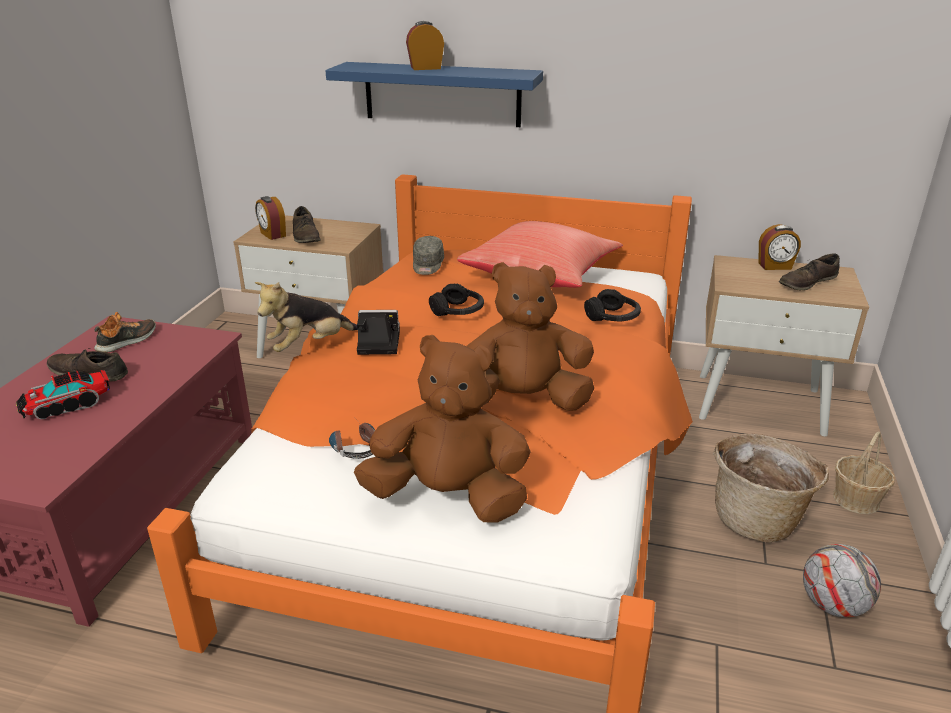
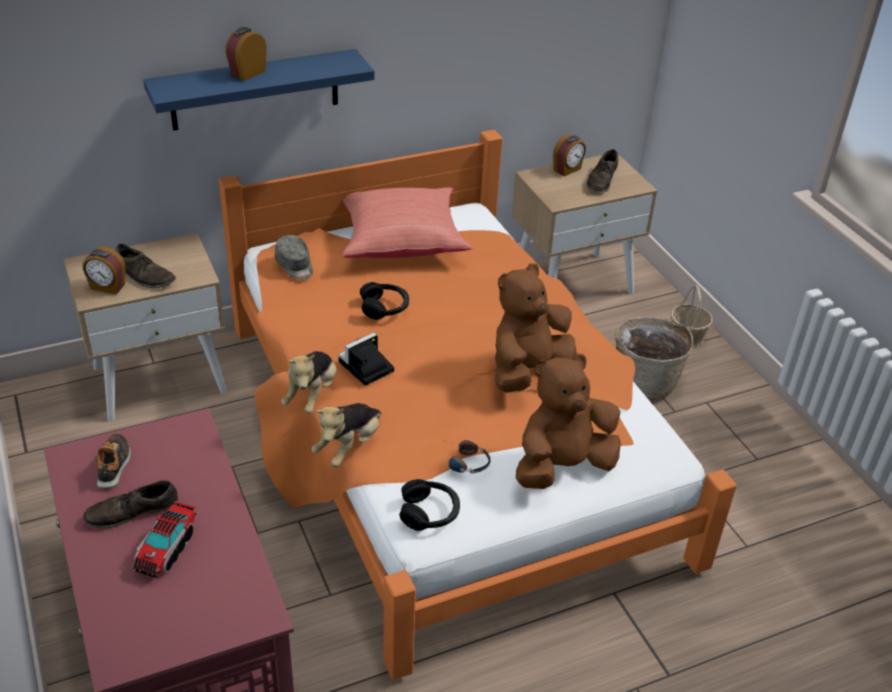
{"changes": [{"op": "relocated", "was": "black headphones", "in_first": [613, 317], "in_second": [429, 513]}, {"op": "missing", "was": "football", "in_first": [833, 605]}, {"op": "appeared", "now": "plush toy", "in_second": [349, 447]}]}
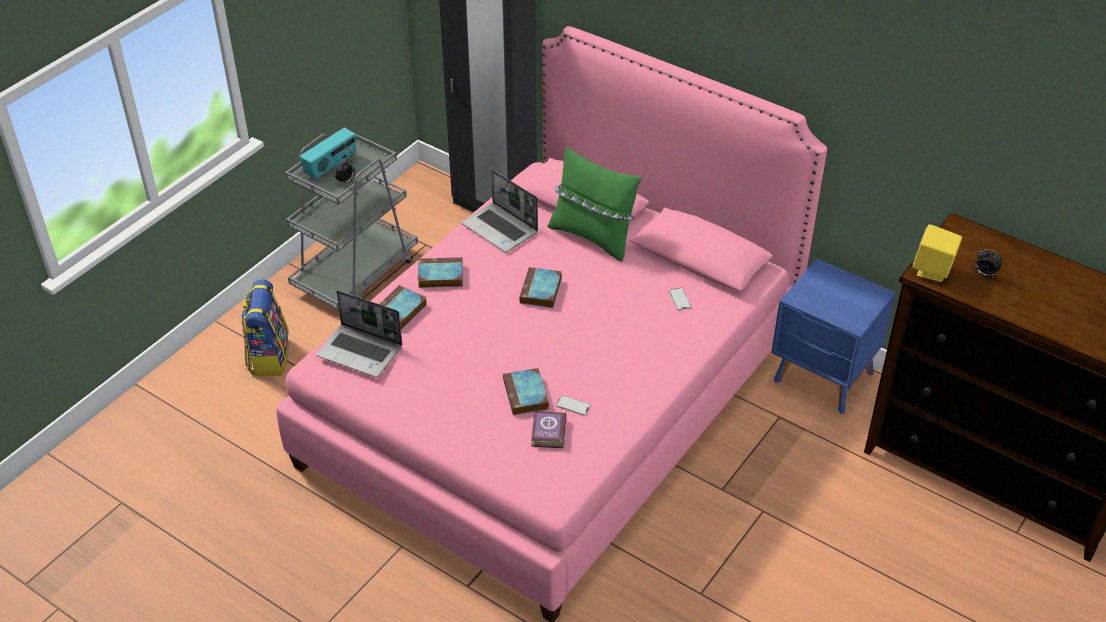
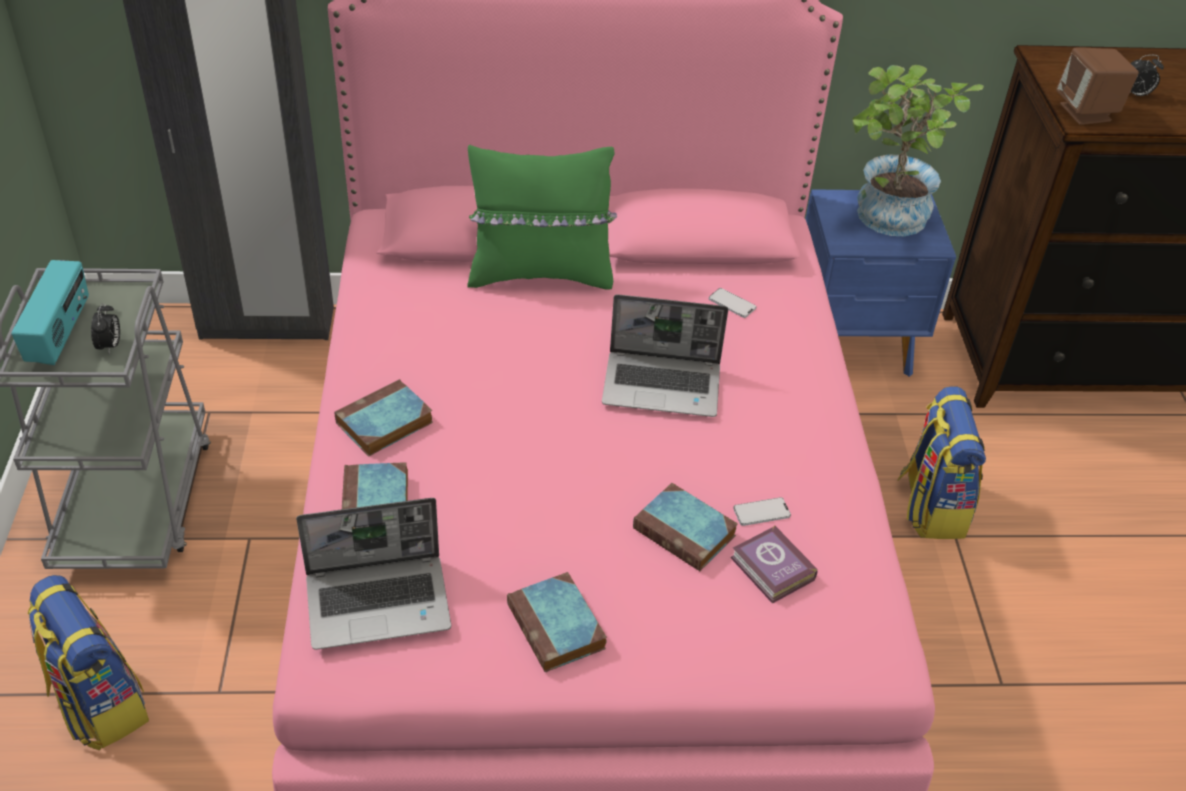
{"changes": [{"op": "relocated", "was": "laptop", "in_first": [501, 229], "in_second": [663, 385]}, {"op": "colour", "was": "yellow speaker", "now": "brown speaker", "in_first": [932, 270], "in_second": [1086, 112]}, {"op": "relocated", "was": "book", "in_first": [541, 291], "in_second": [557, 628]}, {"op": "appeared", "now": "potted plant", "in_second": [884, 220]}, {"op": "appeared", "now": "backpack", "in_second": [930, 506]}]}
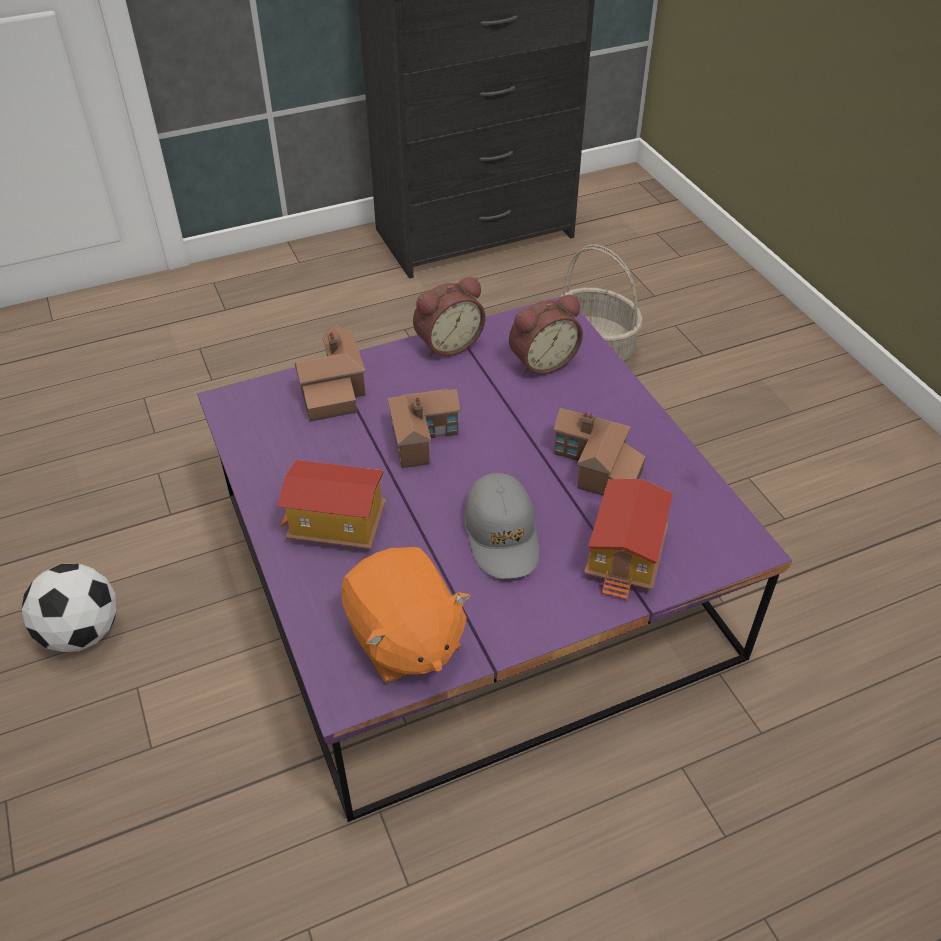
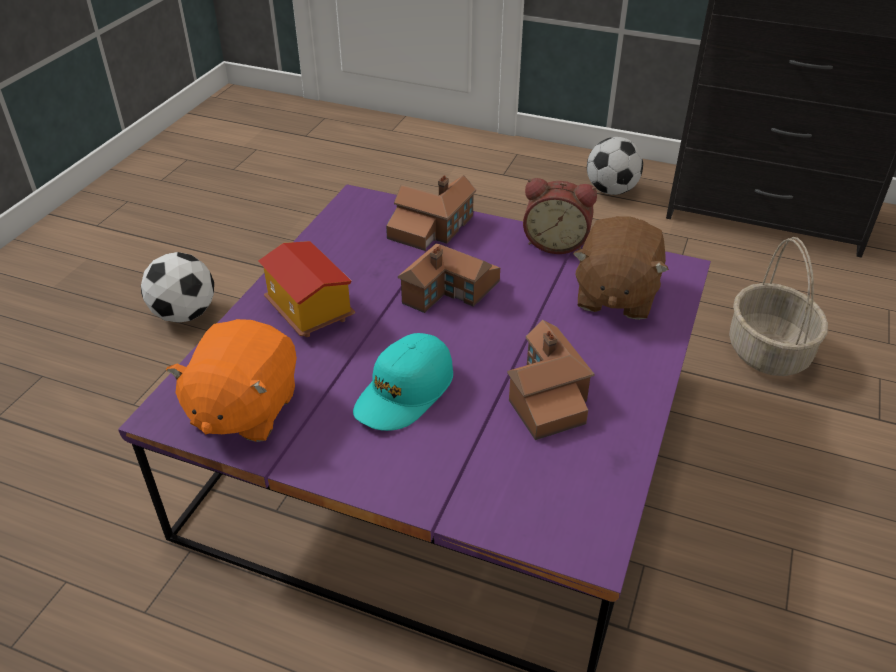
{"changes": [{"op": "exchanged", "was": "alarm clock", "now": "brown plush toy", "in_first": [541, 361], "in_second": [614, 295]}, {"op": "colour", "was": "grey cap", "now": "turquoise cap", "in_first": [502, 535], "in_second": [404, 392]}, {"op": "missing", "was": "toy house", "in_first": [626, 556]}, {"op": "appeared", "now": "football", "in_second": [611, 190]}]}
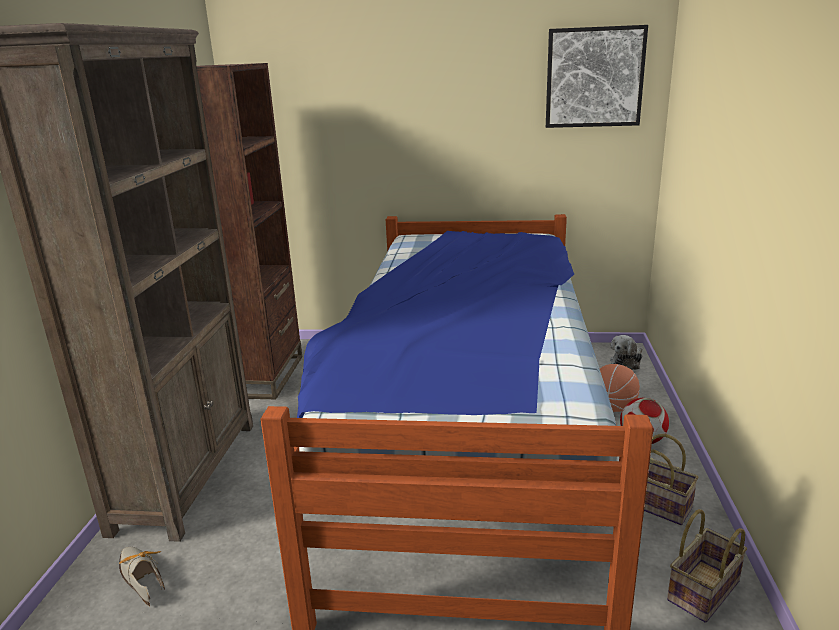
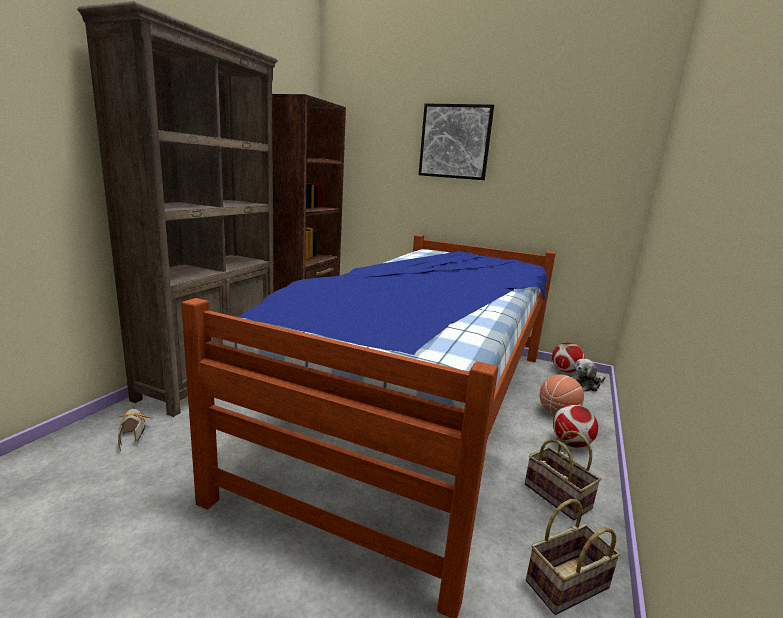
{"changes": [{"op": "relocated", "was": "picture", "in_first": [594, 77], "in_second": [455, 142]}, {"op": "appeared", "now": "football", "in_second": [565, 371]}]}
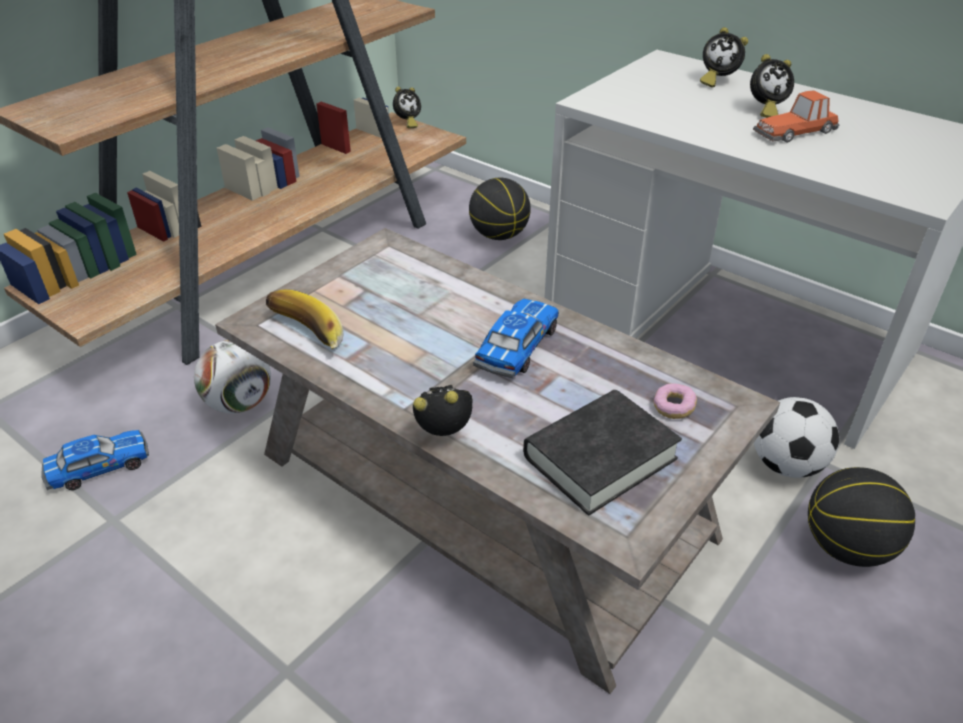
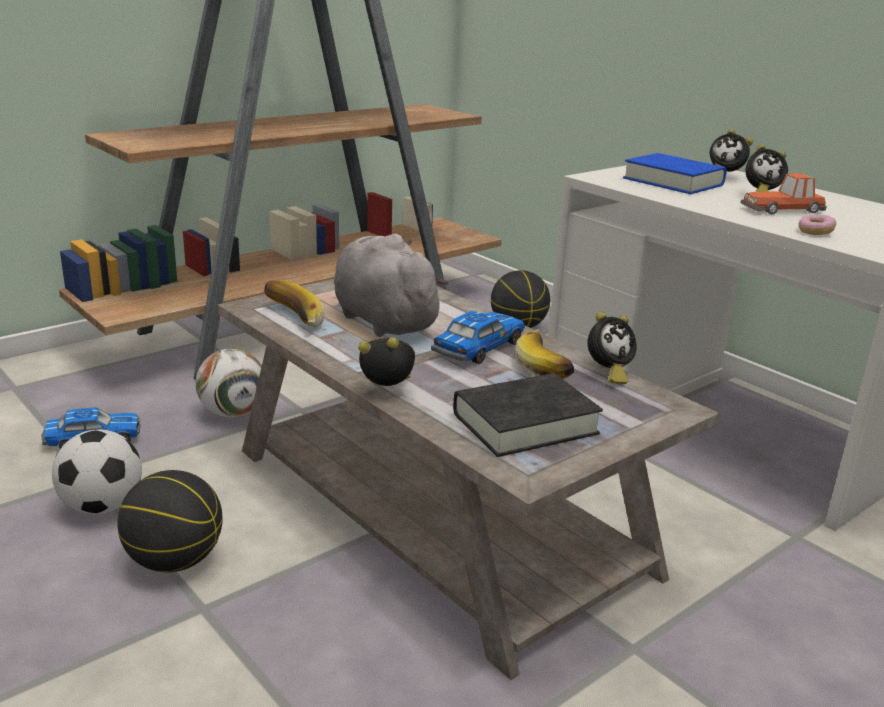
{"changes": [{"op": "relocated", "was": "alarm clock", "in_first": [407, 123], "in_second": [607, 374]}, {"op": "relocated", "was": "donut", "in_first": [673, 408], "in_second": [815, 232]}, {"op": "relocated", "was": "football", "in_first": [785, 465], "in_second": [101, 506]}, {"op": "relocated", "was": "basketball", "in_first": [847, 547], "in_second": [174, 561]}, {"op": "appeared", "now": "blue book", "in_second": [673, 182]}, {"op": "appeared", "now": "grey plush toy", "in_second": [382, 320]}, {"op": "appeared", "now": "banana", "in_second": [548, 368]}]}
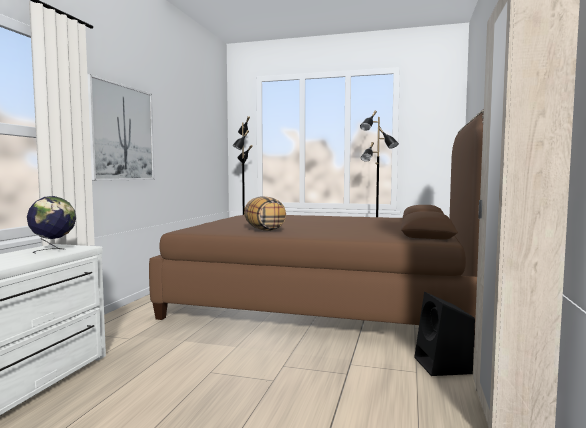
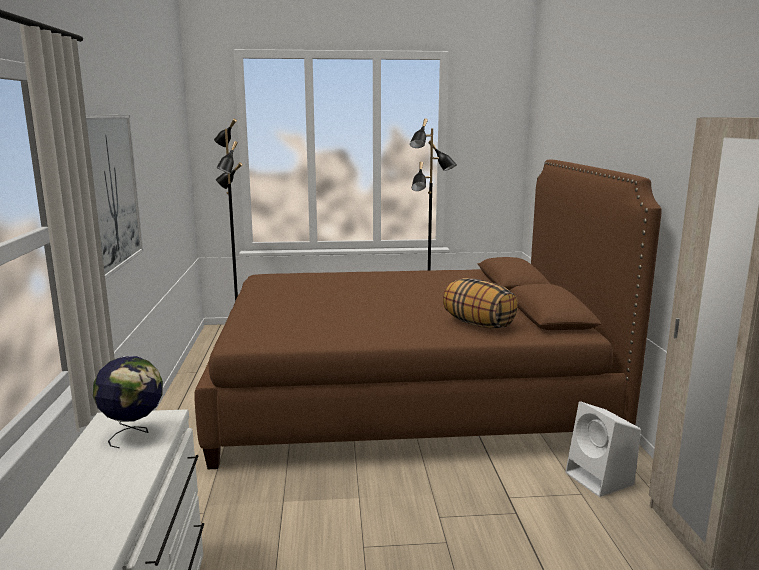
{"changes": [{"op": "relocated", "was": "pillow", "in_first": [264, 229], "in_second": [478, 324]}, {"op": "colour", "was": "black speaker", "now": "white speaker", "in_first": [443, 366], "in_second": [601, 479]}]}
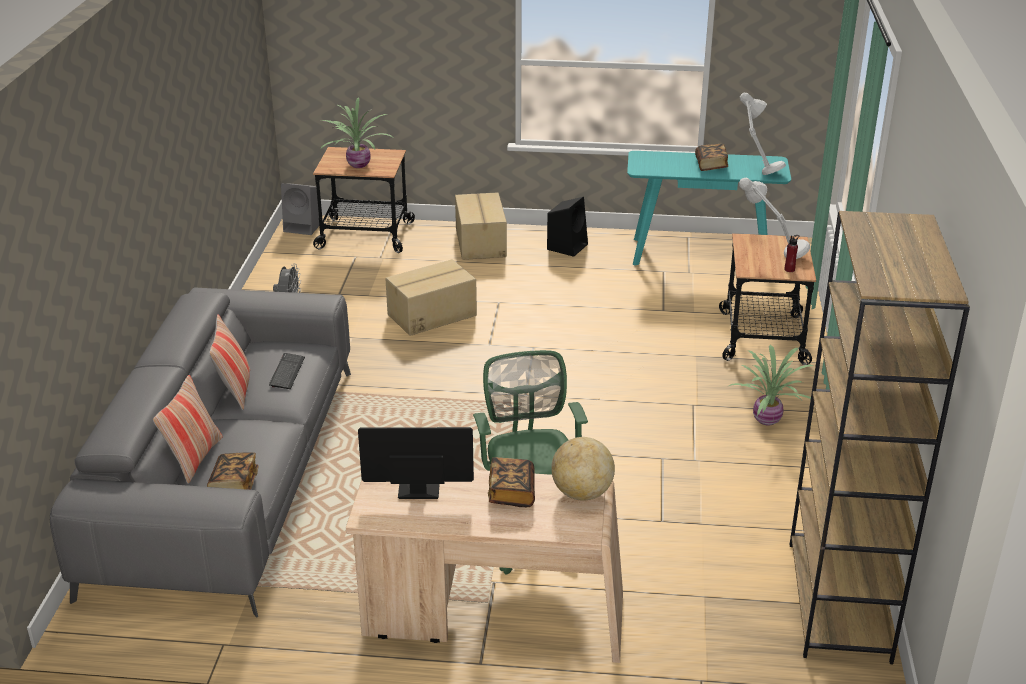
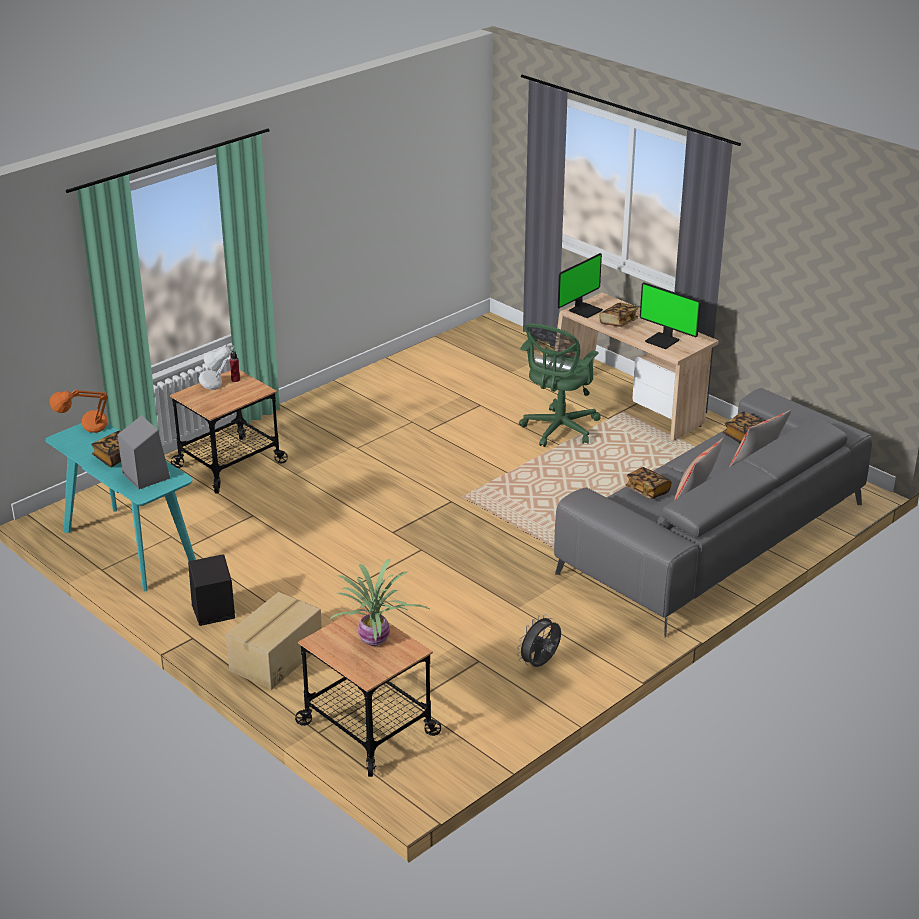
{"changes": [{"op": "colour", "was": "grey table lamp", "now": "orange table lamp", "in_first": [757, 167], "in_second": [87, 439]}, {"op": "relocated", "was": "grey speaker", "in_first": [304, 227], "in_second": [145, 476]}, {"op": "missing", "was": "brown bookcase", "in_first": [839, 602]}, {"op": "missing", "was": "cardboard box", "in_first": [431, 314]}, {"op": "missing", "was": "potted plant", "in_first": [768, 421]}, {"op": "exchanged", "was": "keyboard", "now": "book", "in_first": [287, 372], "in_second": [647, 491]}, {"op": "exchanged", "was": "globe", "now": "monitor", "in_first": [582, 493], "in_second": [584, 310]}]}
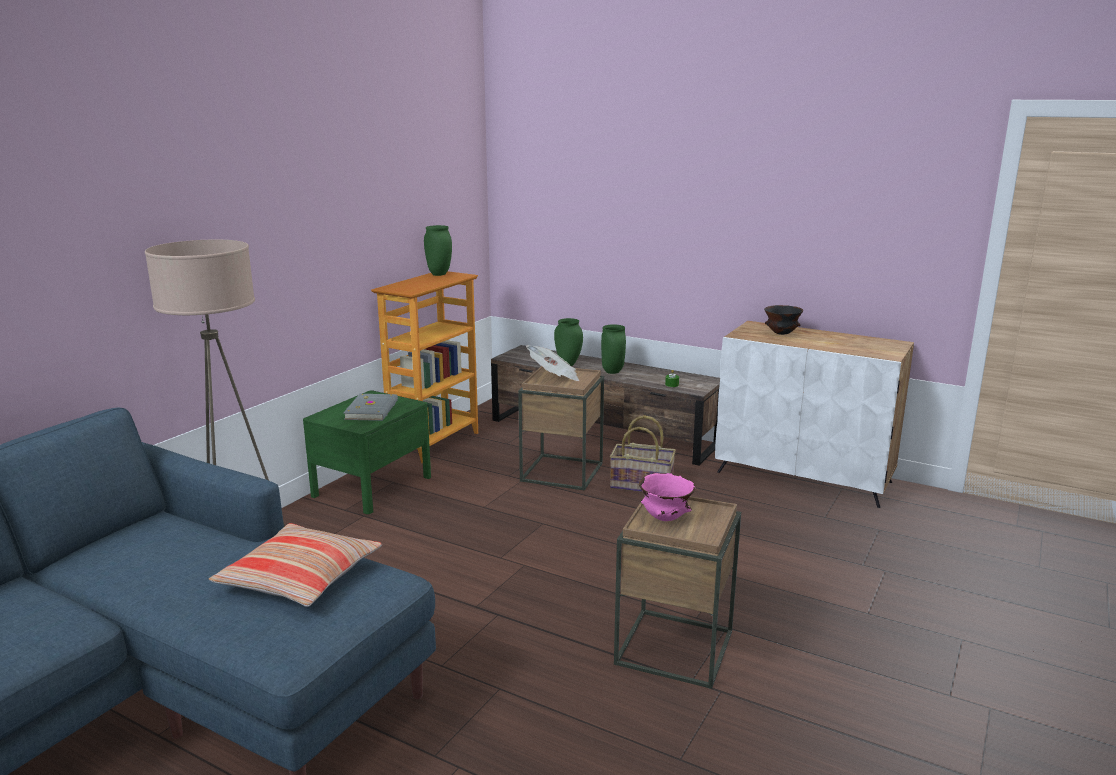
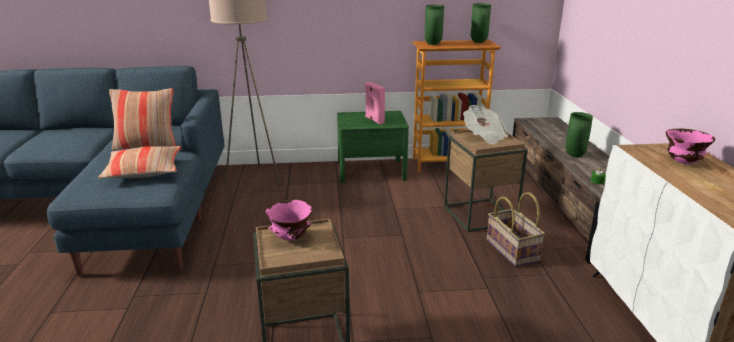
{"changes": [{"op": "colour", "was": "black bowl", "now": "pink bowl", "in_first": [781, 334], "in_second": [682, 162]}, {"op": "relocated", "was": "green vase", "in_first": [568, 364], "in_second": [433, 44]}, {"op": "exchanged", "was": "grey book", "now": "pink speaker", "in_first": [373, 410], "in_second": [374, 120]}, {"op": "appeared", "now": "pillow", "in_second": [147, 146]}]}
